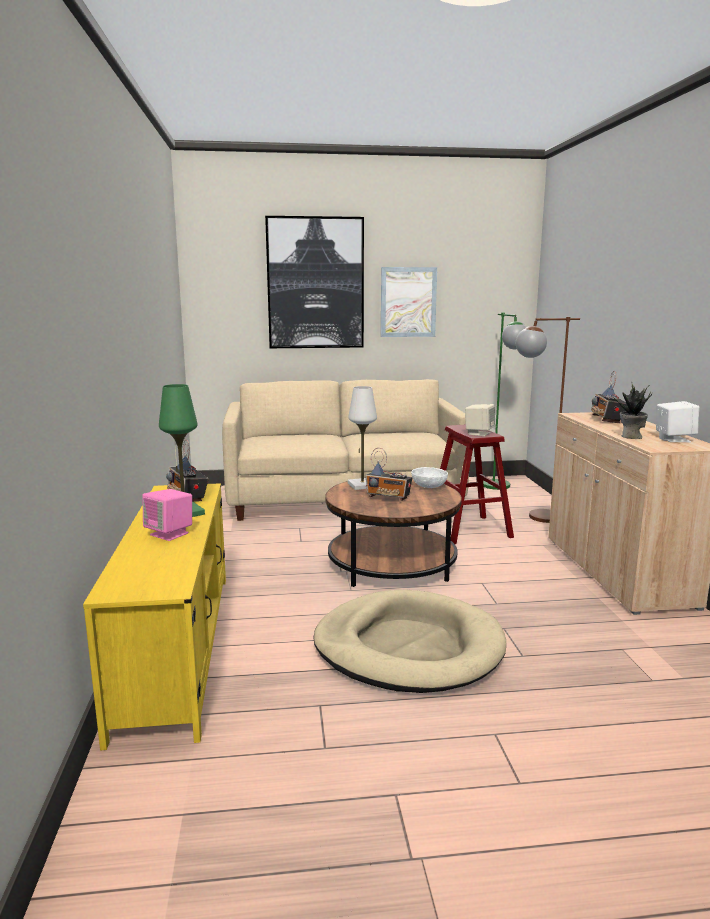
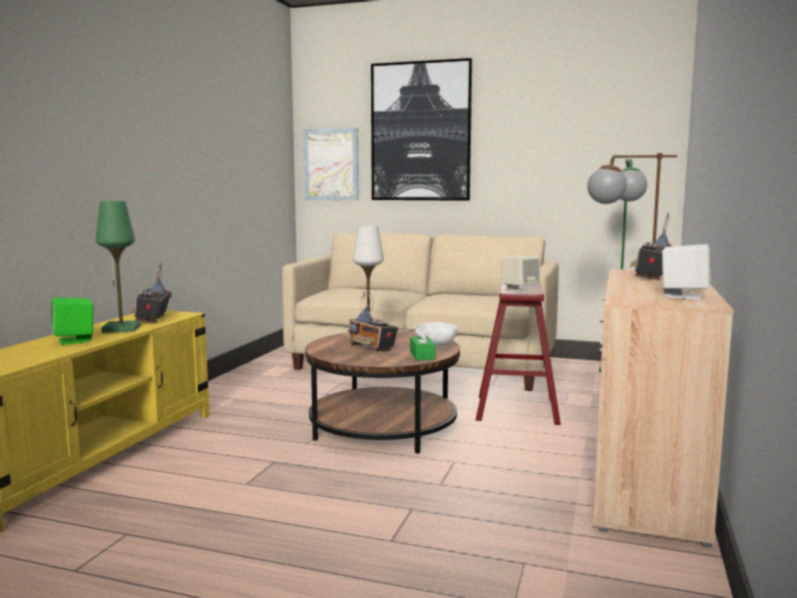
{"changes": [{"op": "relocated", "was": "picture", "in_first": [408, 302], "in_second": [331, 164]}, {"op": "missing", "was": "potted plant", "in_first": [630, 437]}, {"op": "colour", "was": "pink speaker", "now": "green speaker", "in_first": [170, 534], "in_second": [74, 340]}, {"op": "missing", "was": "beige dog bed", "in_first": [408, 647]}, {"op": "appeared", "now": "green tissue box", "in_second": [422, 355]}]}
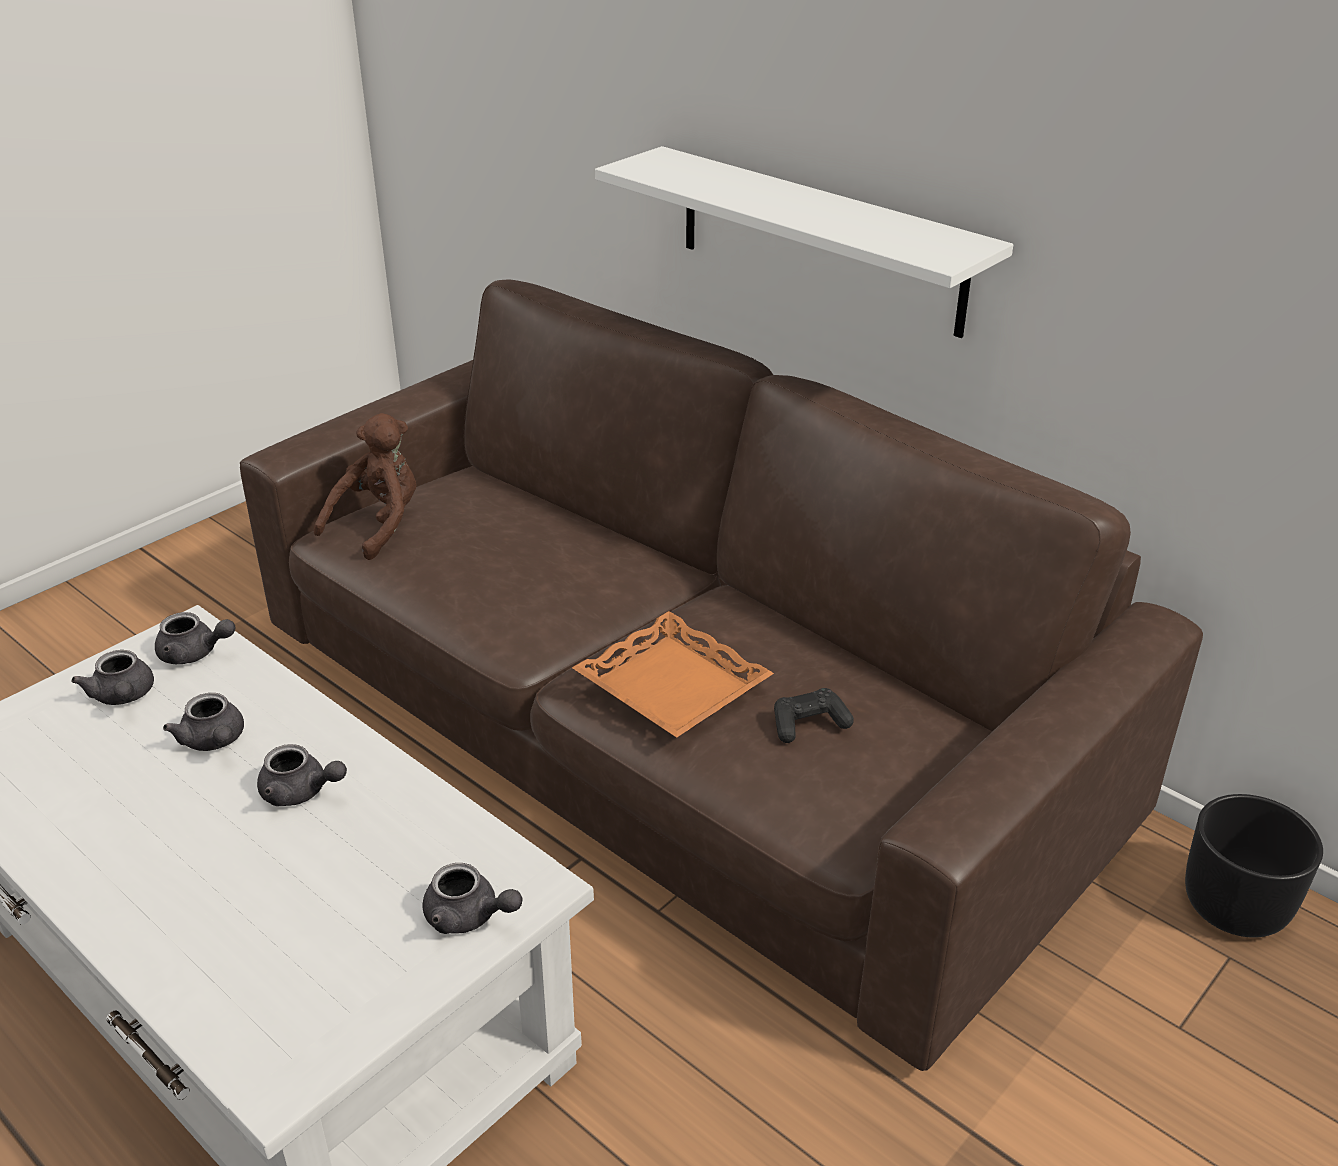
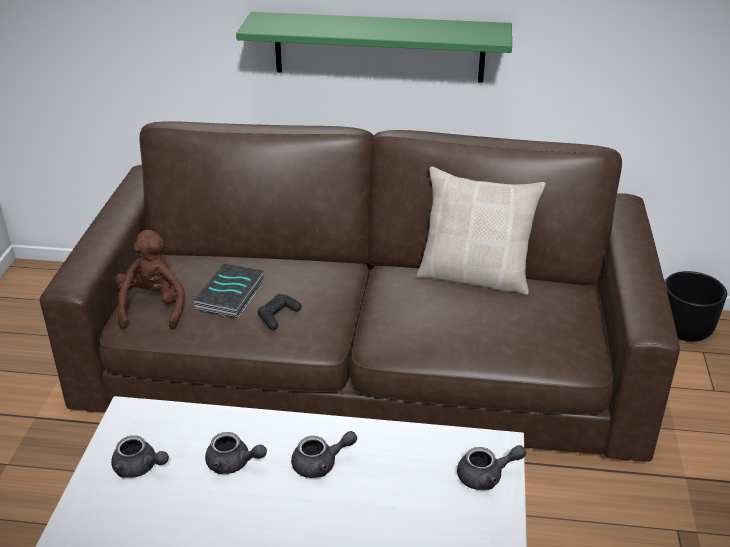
{"changes": [{"op": "colour", "was": "white shelf", "now": "green shelf", "in_first": [819, 240], "in_second": [379, 47]}, {"op": "missing", "was": "orange tray", "in_first": [673, 685]}, {"op": "missing", "was": "grey teapot", "in_first": [195, 653]}, {"op": "relocated", "was": "black game controller", "in_first": [809, 724], "in_second": [278, 316]}, {"op": "appeared", "now": "beige pillow", "in_second": [475, 276]}, {"op": "appeared", "now": "book", "in_second": [231, 296]}]}
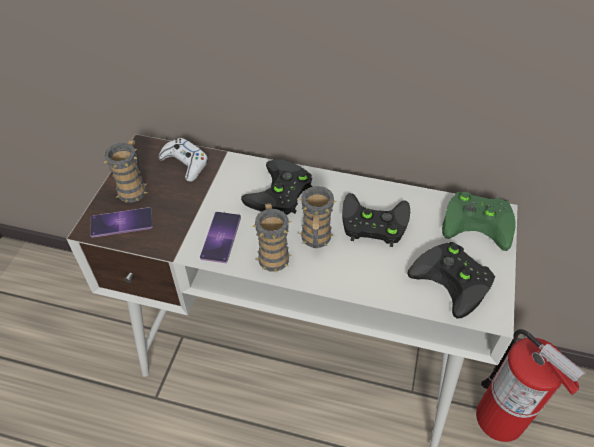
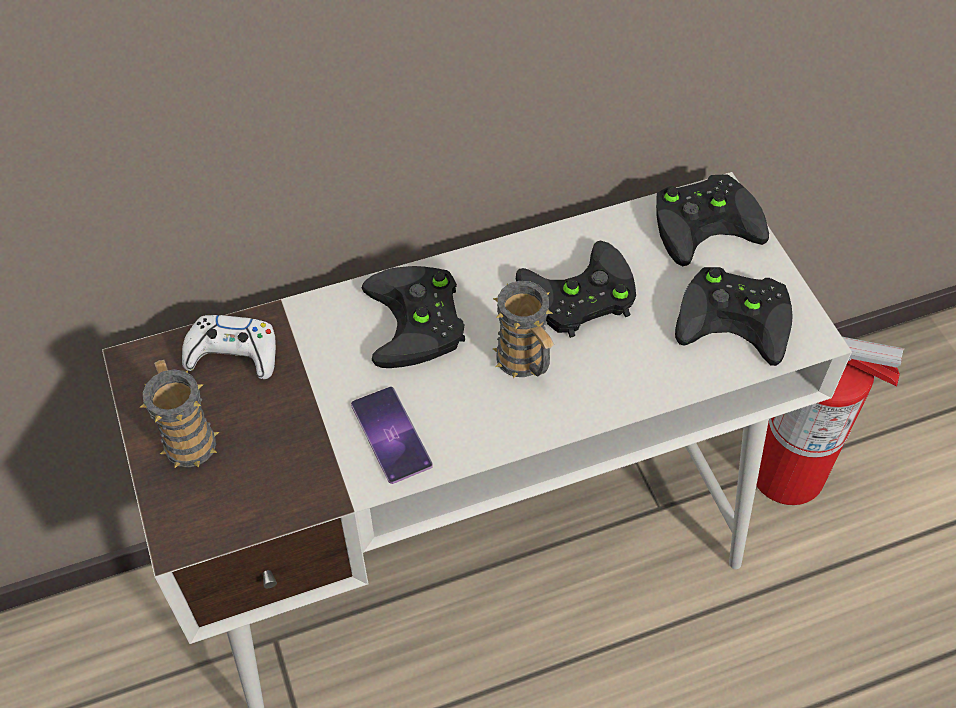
{"changes": [{"op": "colour", "was": "green game controller", "now": "black game controller", "in_first": [480, 222], "in_second": [707, 220]}, {"op": "missing", "was": "mug", "in_first": [272, 254]}, {"op": "missing", "was": "phone", "in_first": [121, 222]}]}
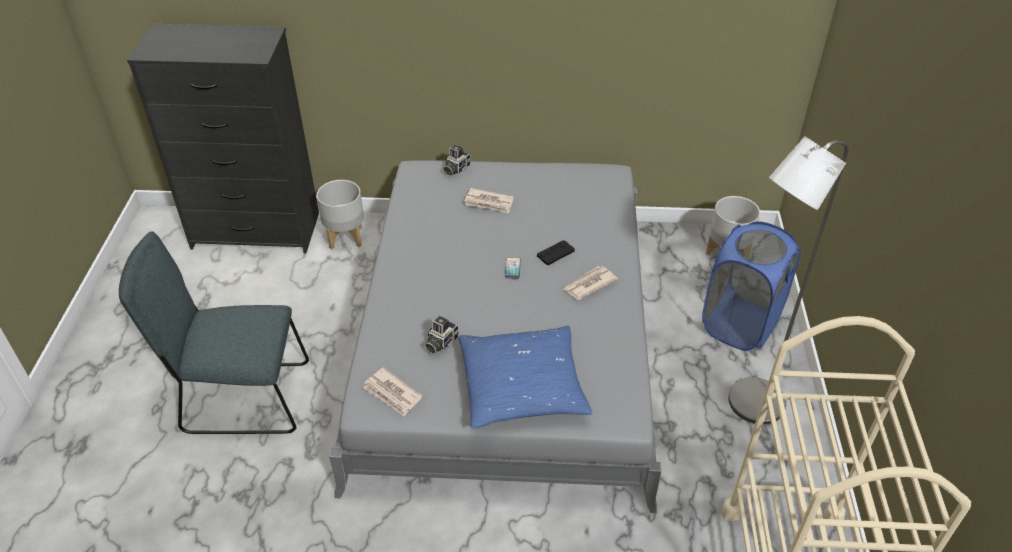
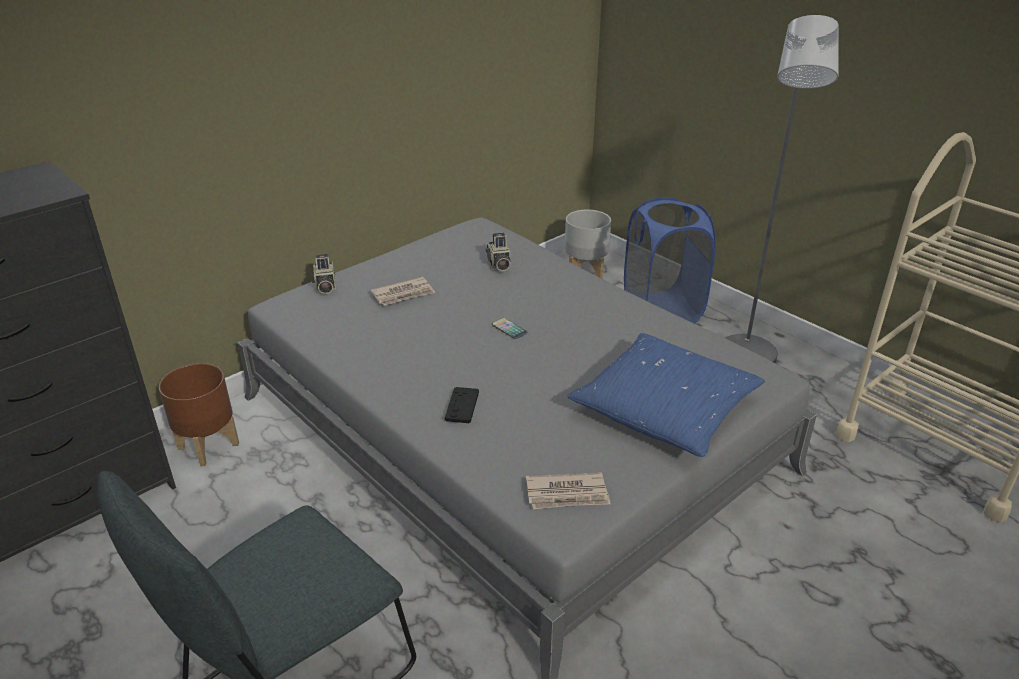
{"changes": [{"op": "colour", "was": "grey planter", "now": "brown planter", "in_first": [345, 237], "in_second": [208, 446]}, {"op": "relocated", "was": "black game controller", "in_first": [555, 253], "in_second": [462, 406]}, {"op": "missing", "was": "newspaper", "in_first": [588, 284]}, {"op": "relocated", "was": "photo camera", "in_first": [440, 343], "in_second": [498, 264]}]}
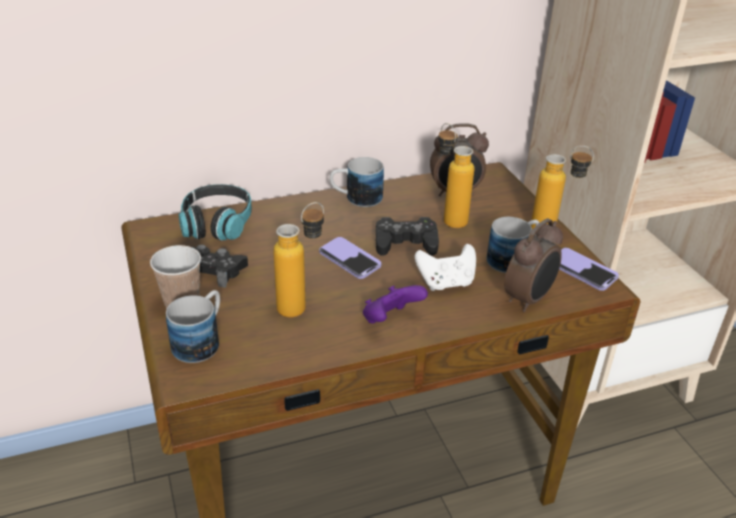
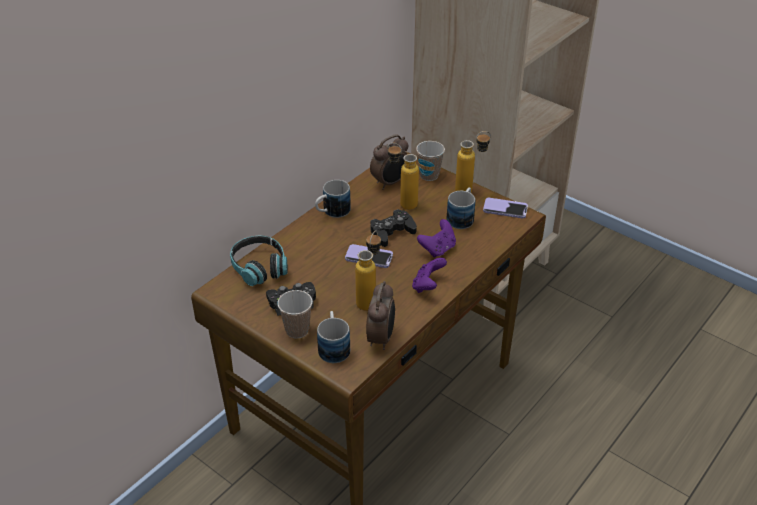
{"changes": [{"op": "relocated", "was": "alarm clock", "in_first": [529, 299], "in_second": [381, 338]}, {"op": "colour", "was": "white game controller", "now": "purple game controller", "in_first": [446, 283], "in_second": [438, 249]}, {"op": "appeared", "now": "cup", "in_second": [429, 175]}]}
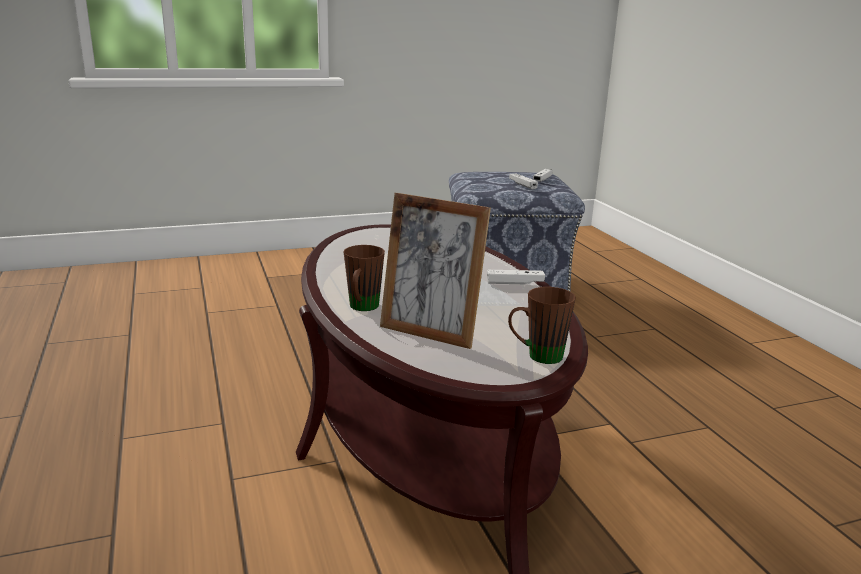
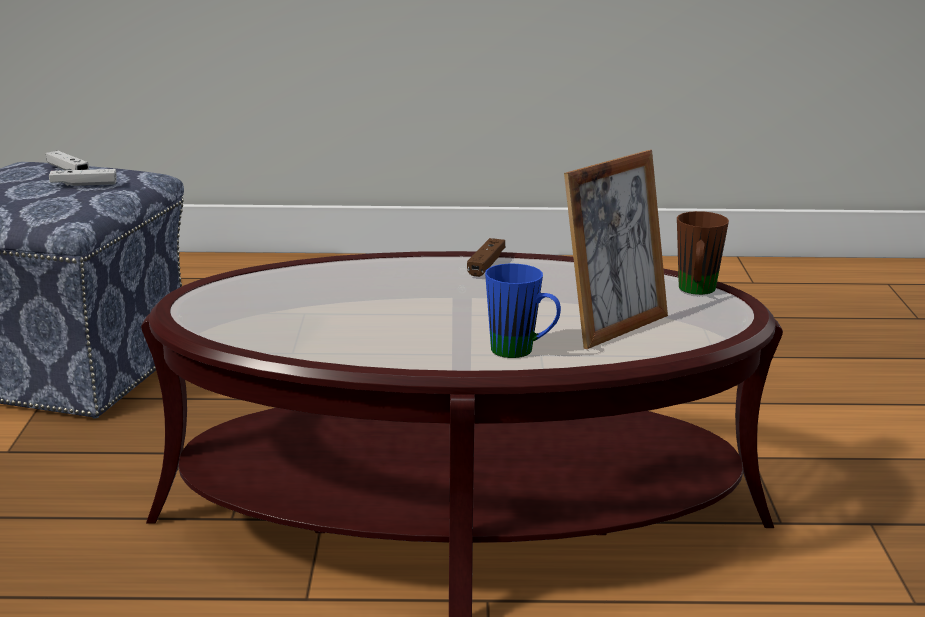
{"changes": [{"op": "colour", "was": "brown mug", "now": "blue mug", "in_first": [362, 308], "in_second": [522, 352]}, {"op": "colour", "was": "white game controller", "now": "brown game controller", "in_first": [515, 283], "in_second": [486, 264]}]}
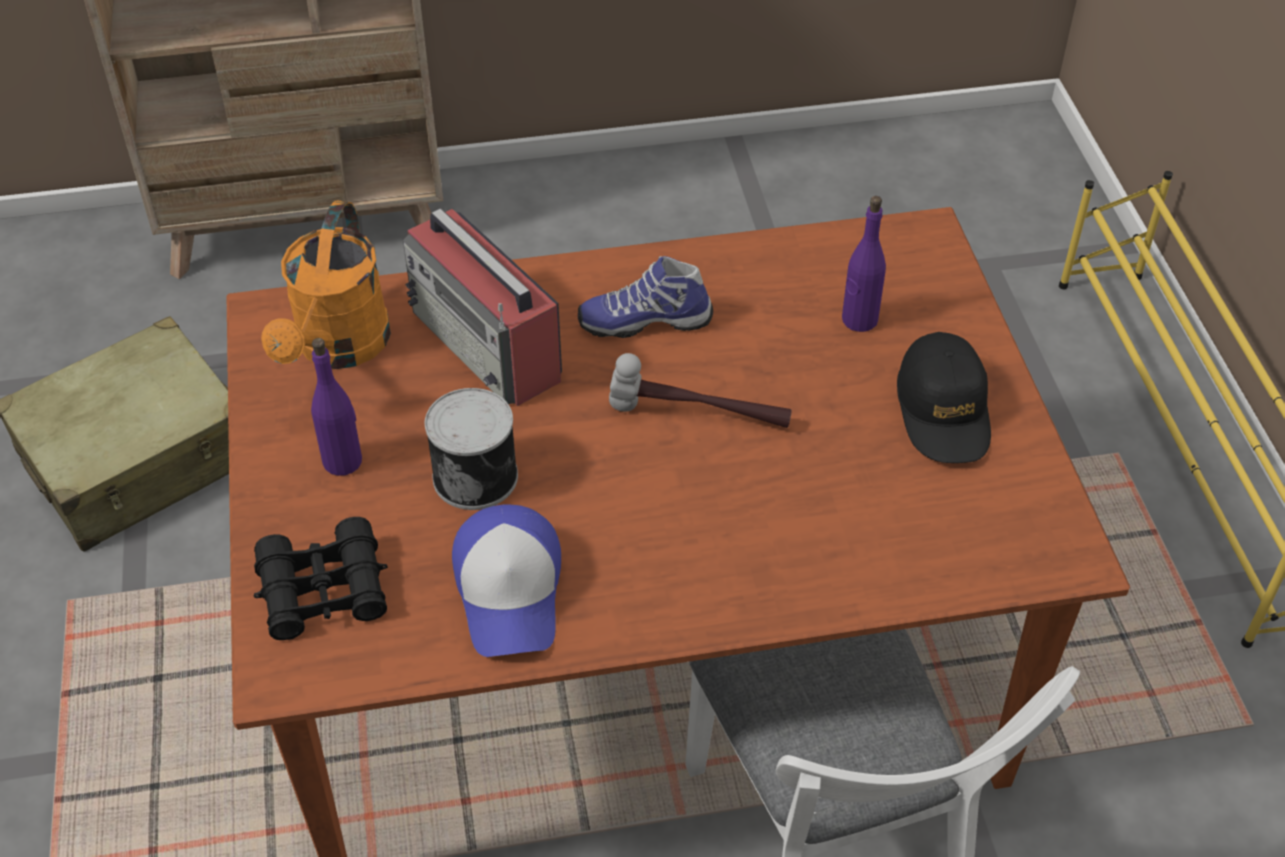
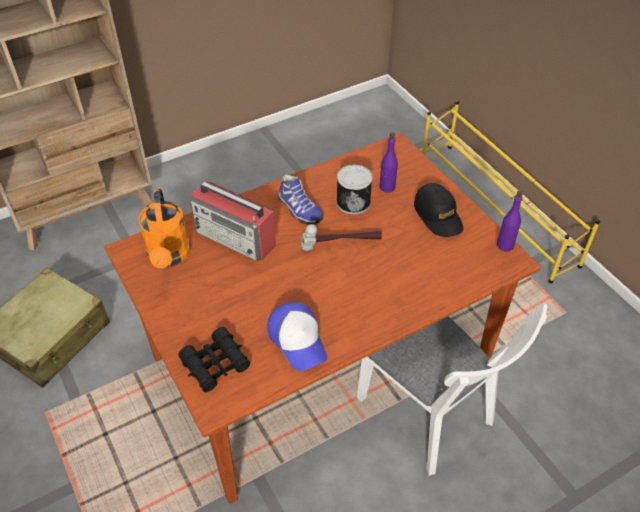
{"changes": [{"op": "spun", "was": "shoe", "in_first": [645, 320], "in_second": [299, 210], "clockwise": -105}, {"op": "relocated", "was": "purple bottle", "in_first": [343, 461], "in_second": [505, 245]}, {"op": "relocated", "was": "can", "in_first": [477, 475], "in_second": [353, 201]}]}
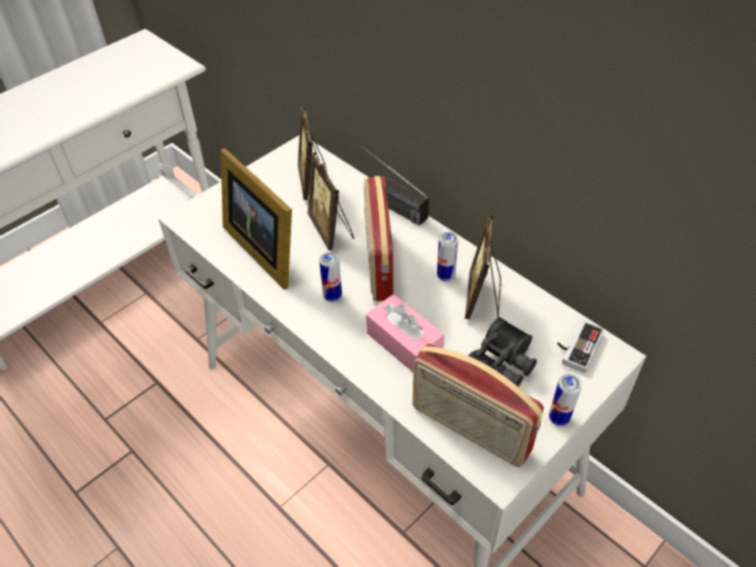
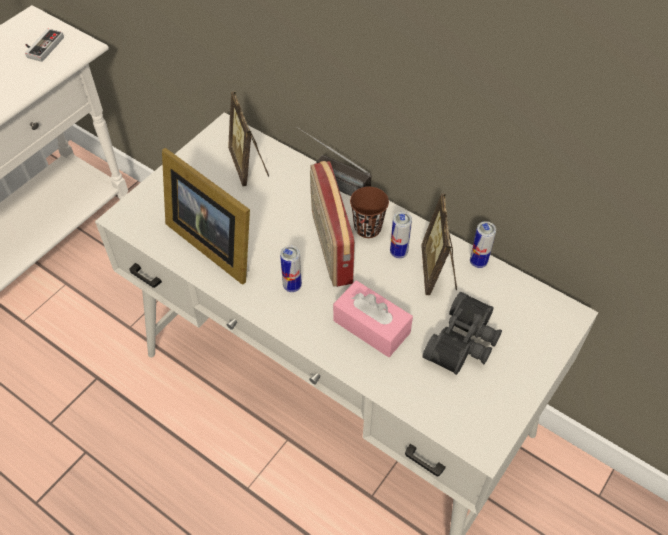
{"changes": [{"op": "missing", "was": "picture frame", "in_first": [332, 229]}, {"op": "relocated", "was": "game controller", "in_first": [576, 346], "in_second": [42, 46]}, {"op": "missing", "was": "radio", "in_first": [469, 430]}, {"op": "relocated", "was": "can", "in_first": [559, 418], "in_second": [478, 262]}, {"op": "appeared", "now": "brown cup", "in_second": [367, 228]}]}
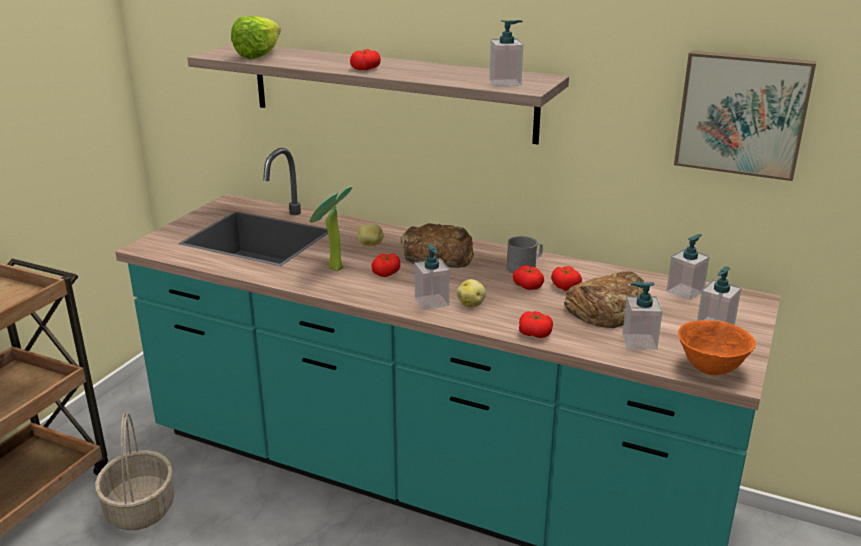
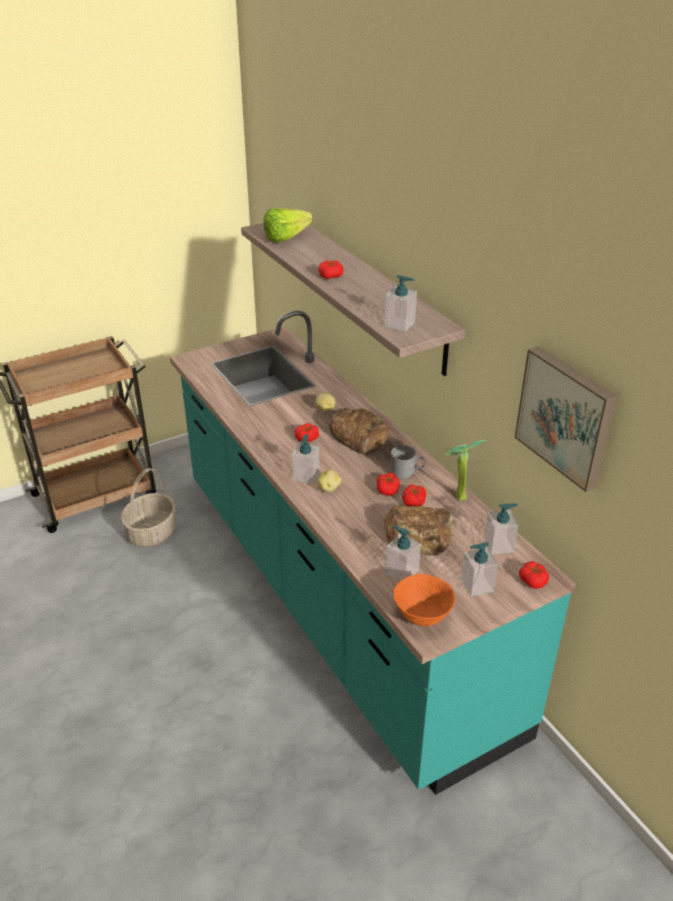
{"changes": [{"op": "relocated", "was": "potted plant", "in_first": [332, 269], "in_second": [457, 496]}, {"op": "relocated", "was": "tomato", "in_first": [535, 333], "in_second": [533, 581]}]}
